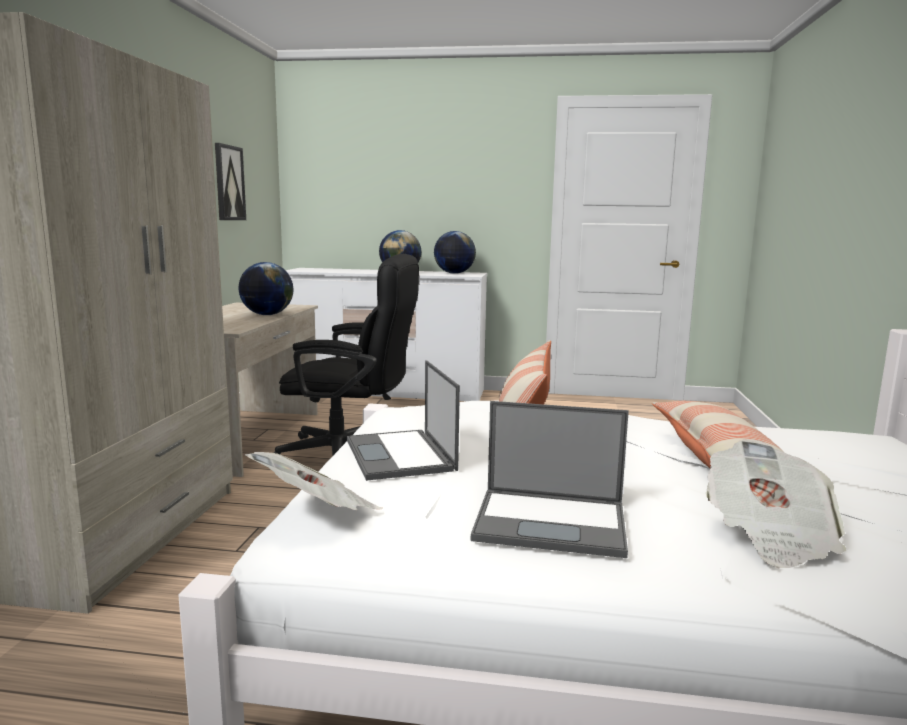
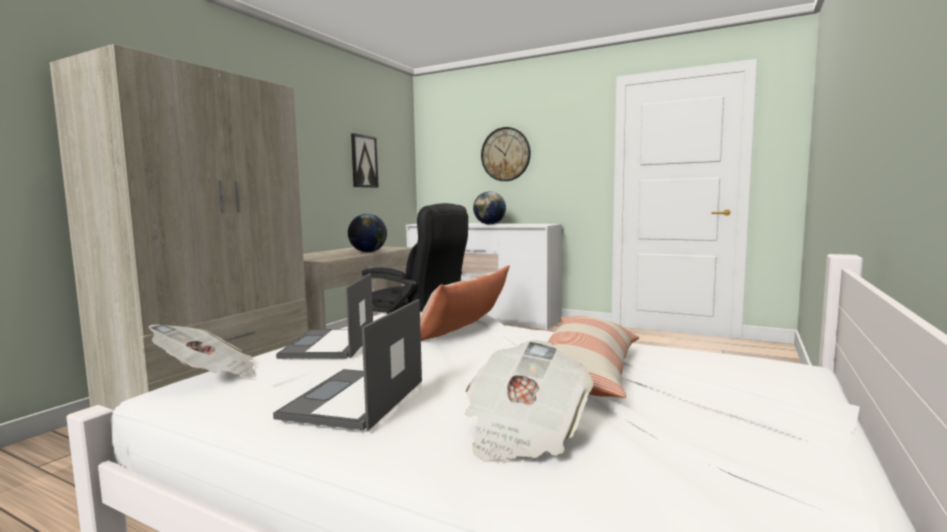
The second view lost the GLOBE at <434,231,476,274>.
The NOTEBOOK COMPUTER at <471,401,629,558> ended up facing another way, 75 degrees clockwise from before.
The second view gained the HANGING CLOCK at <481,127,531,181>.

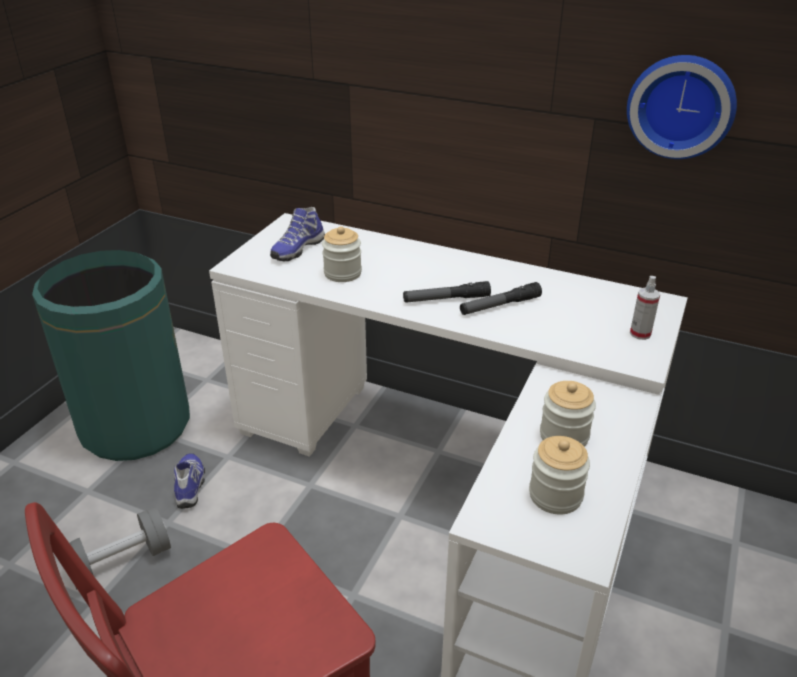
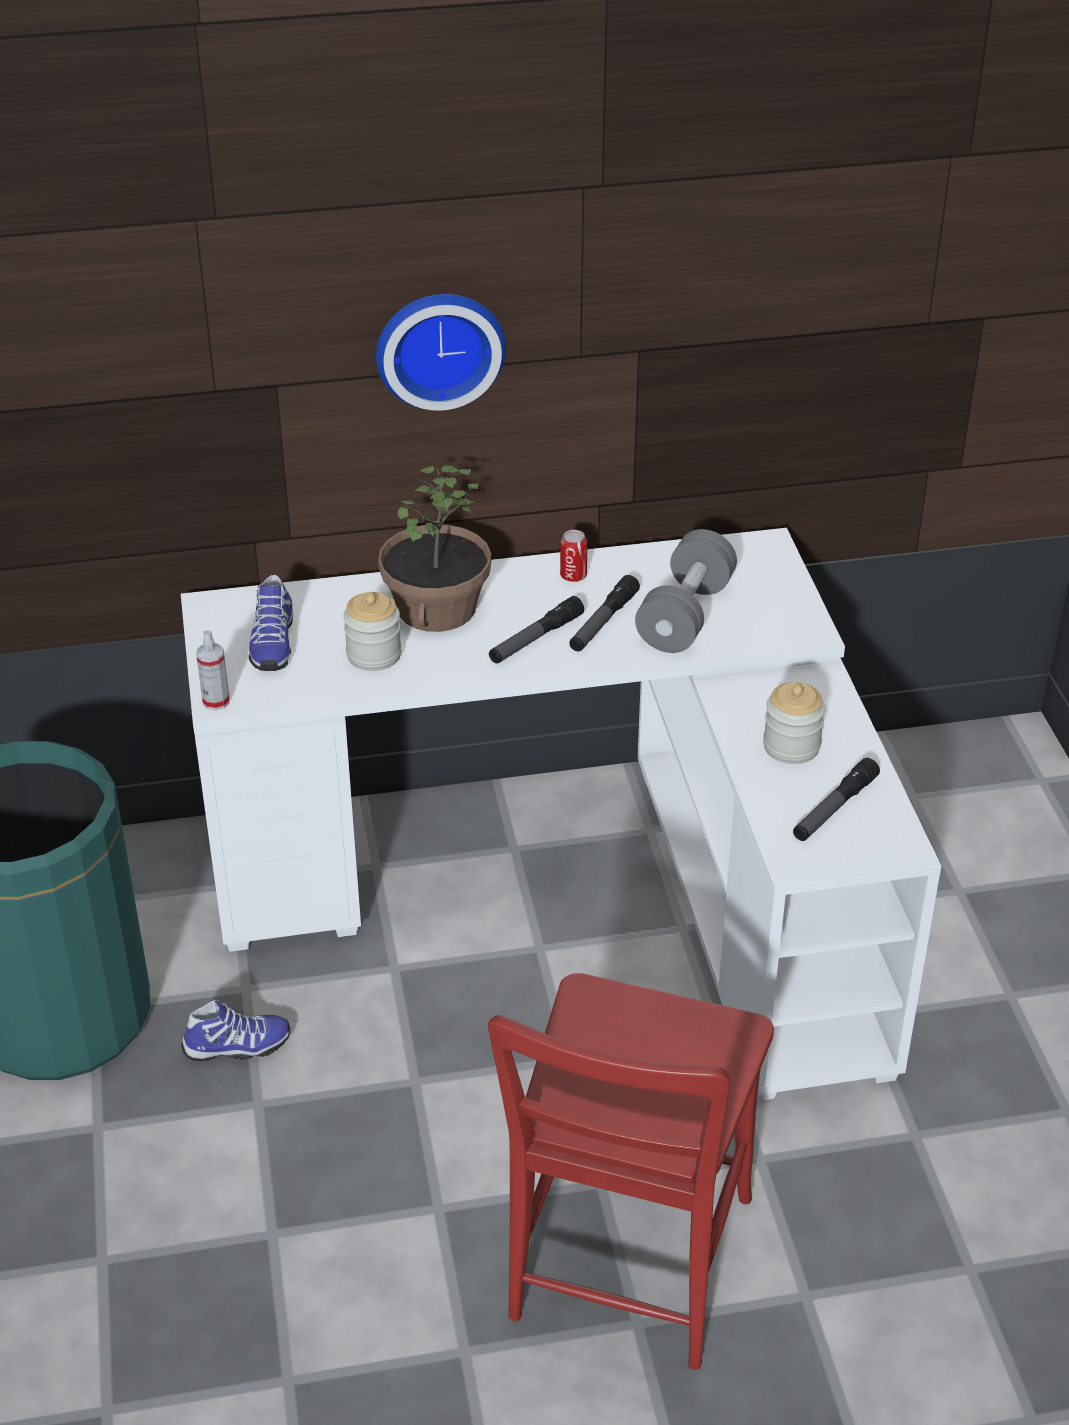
The GRAY HAND WEIGHT ended up elsewhere, having gone from <69,507,171,590> to <635,529,737,653>.
The ITEM OF FOOTWEAR at <174,453,205,509> ended up facing another way, 120 degrees clockwise from before.
Where the STORAGE JAR stood at <529,436,590,515>, the FLASHLIGHT came to stand at <793,758,880,841>.
The HANGING CLOCK ended up elsewhere, having gone from <627,55,737,159> to <376,294,506,411>.
The HAND SPRAYER ended up elsewhere, having gone from <630,276,660,340> to <196,630,230,710>.
The second view gained the PLANT IN A POT at <378,465,491,632>.
The second view gained the SEALED CAN at <560,530,587,582>.

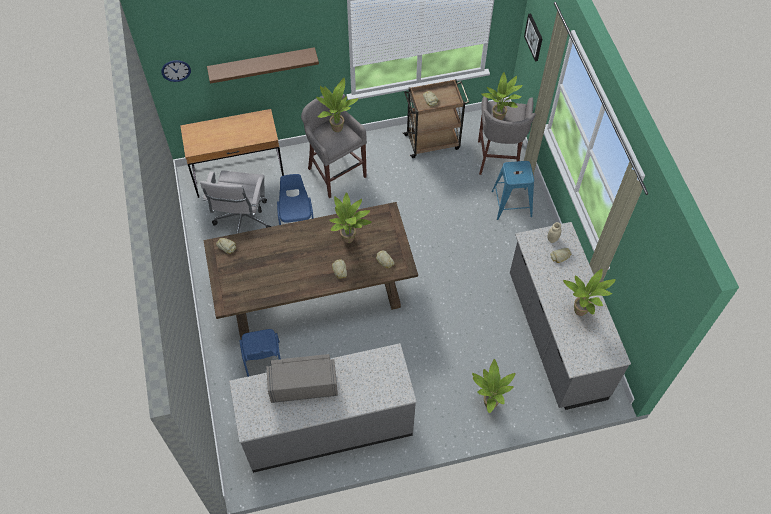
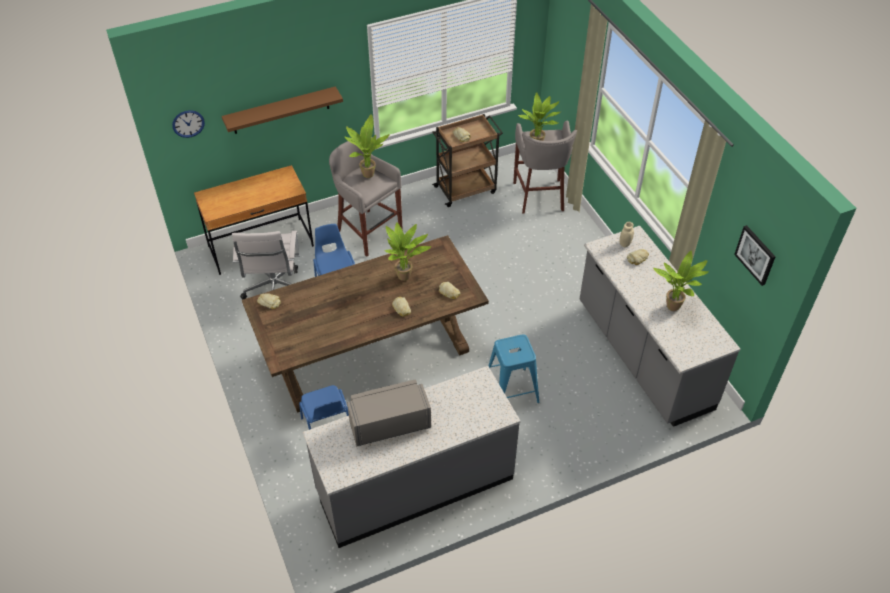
The second view lost the PLANT IN A POT at <472,359,516,413>.
The BLUE STOOL ended up elsewhere, having gone from <491,161,534,220> to <488,335,539,403>.
The PICTURE ended up elsewhere, having gone from <524,13,542,61> to <734,225,776,286>.

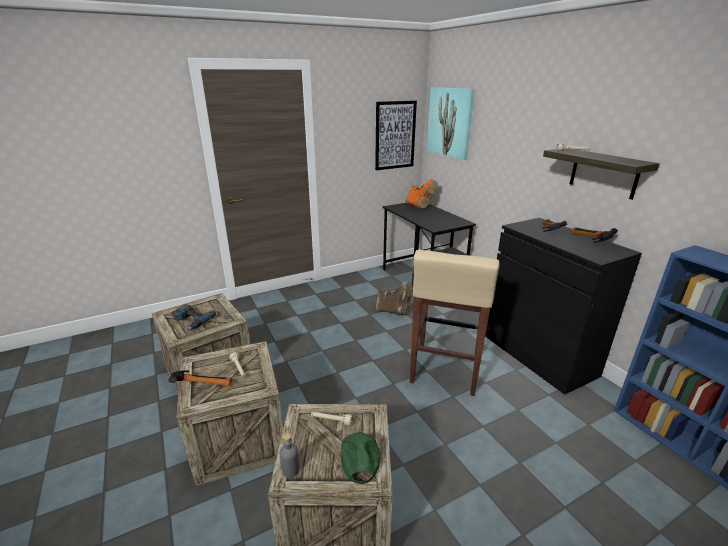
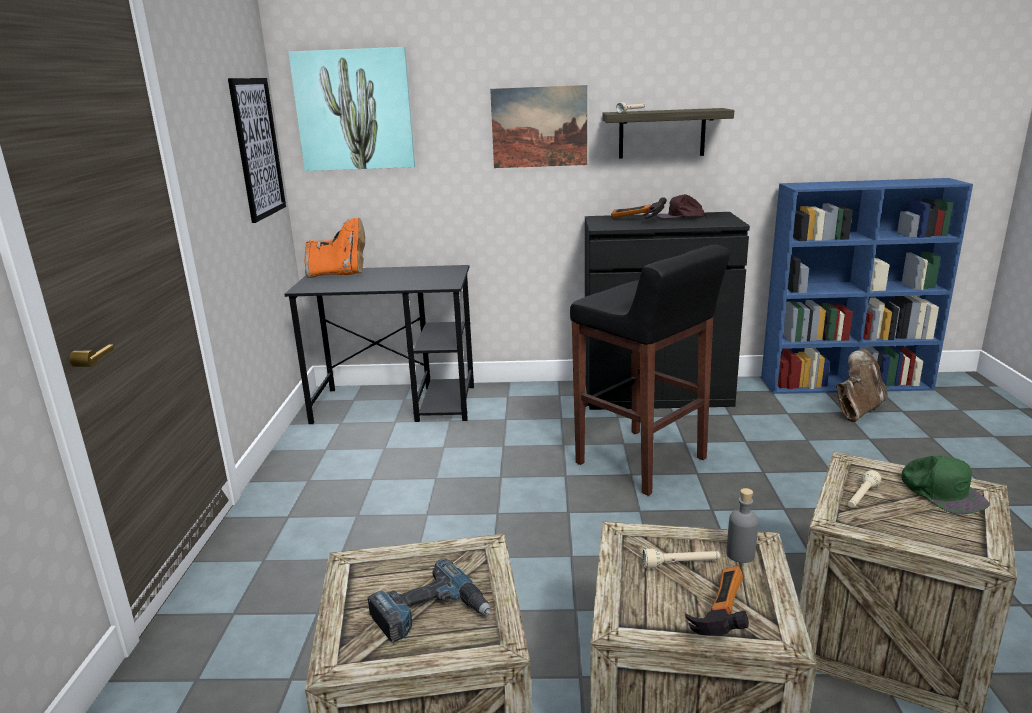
The GRAY DRINK BOTTLE ended up elsewhere, having gone from <280,433,300,478> to <726,488,759,563>.
The GREENISH PEAKED CAP at <341,432,381,484> ended up facing another way, 135 degrees counterclockwise from before.
The BROWNISH BOOT ended up elsewhere, having gone from <375,281,413,315> to <836,349,888,422>.
What was the BEIGE STOOL at <410,250,500,396> turned into the BLACK STOOL at <570,245,730,496>.
Where the TOOL HAMMER stood at <571,227,618,243>, the BROWNISH PEAKED CAP came to stand at <657,194,707,219>.
The second view gained the PICTURE at <490,85,587,168>.

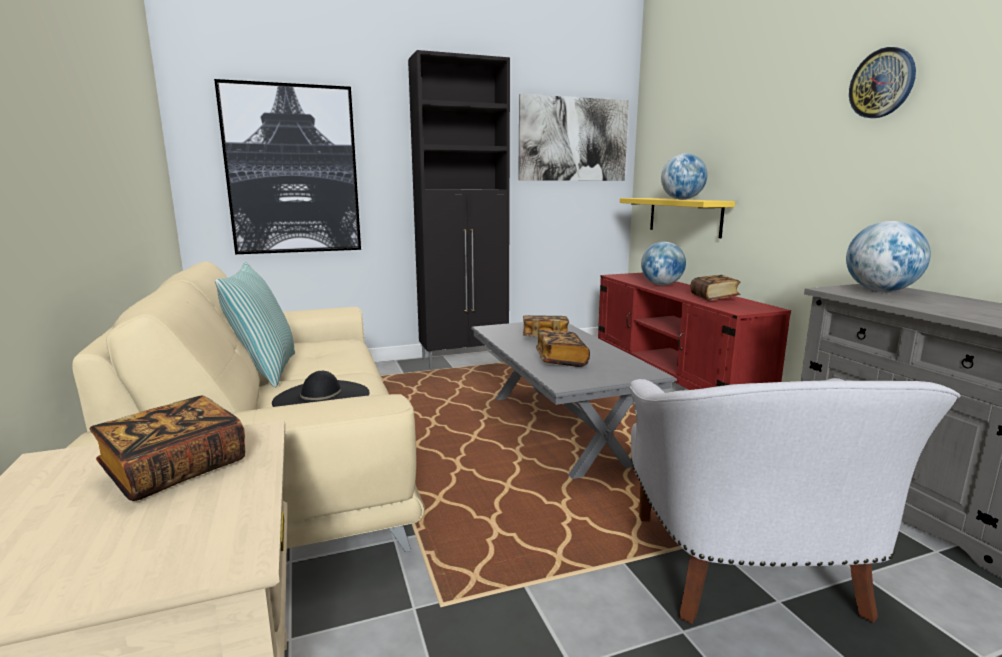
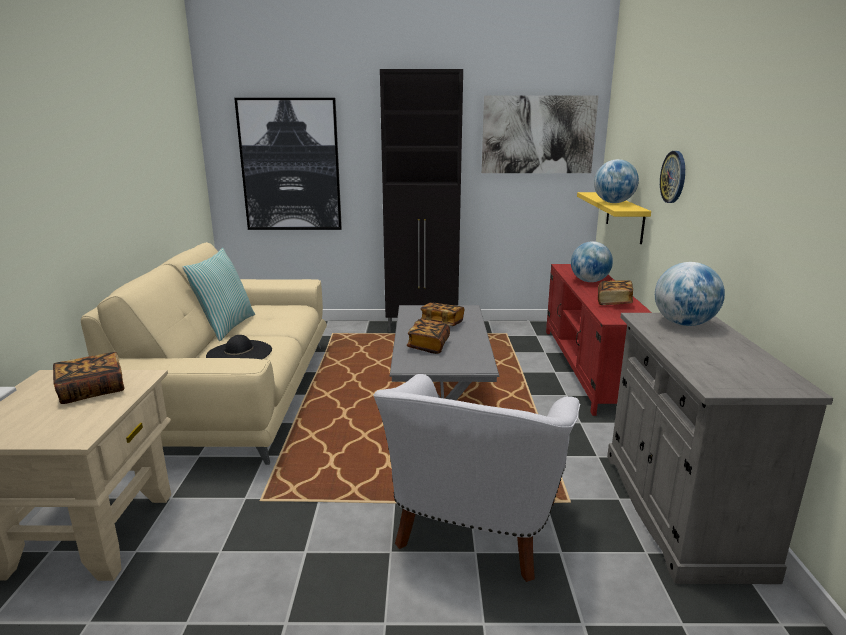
The HANGING CLOCK ended up elsewhere, having gone from <849,47,916,118> to <660,151,685,203>.

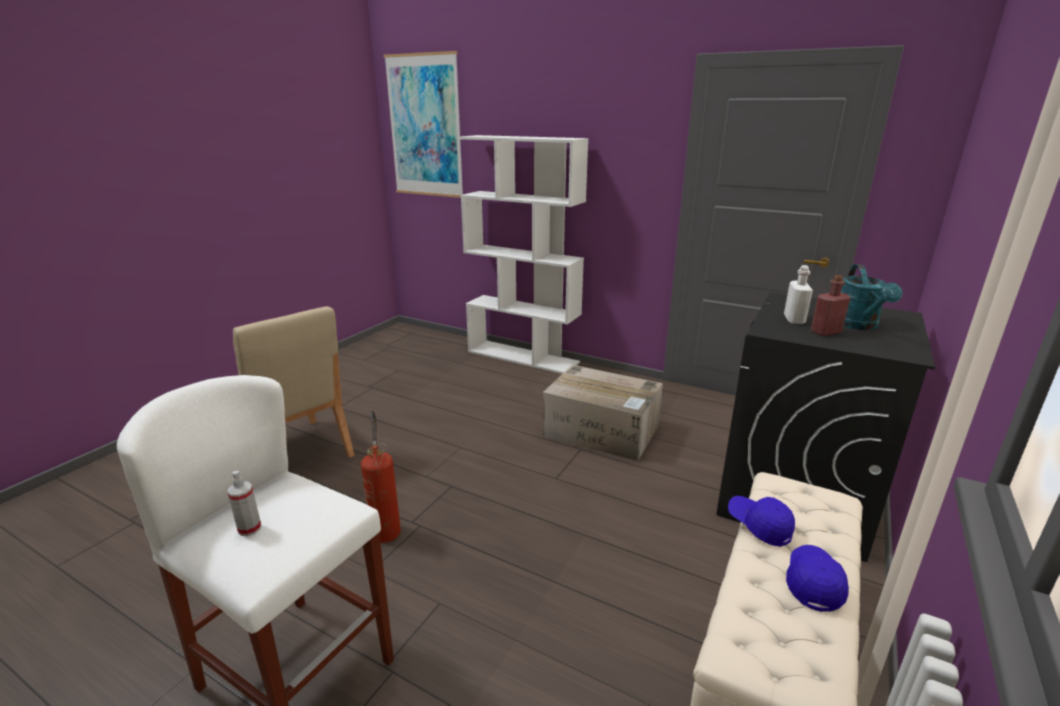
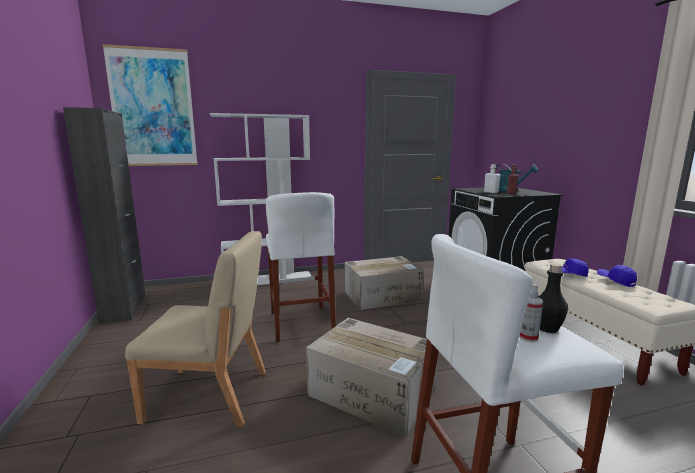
Where the FIRE-FIGHTING CYLINDER stood at <361,410,401,543>, the CARDBOARD BOX came to stand at <306,318,438,437>.
The second view gained the BLACK CABINET at <63,107,146,323>.
The second view gained the WHITE-COLOURED STOOL at <265,192,336,342>.
The second view gained the BLACK DRINK BOTTLE at <538,263,568,333>.

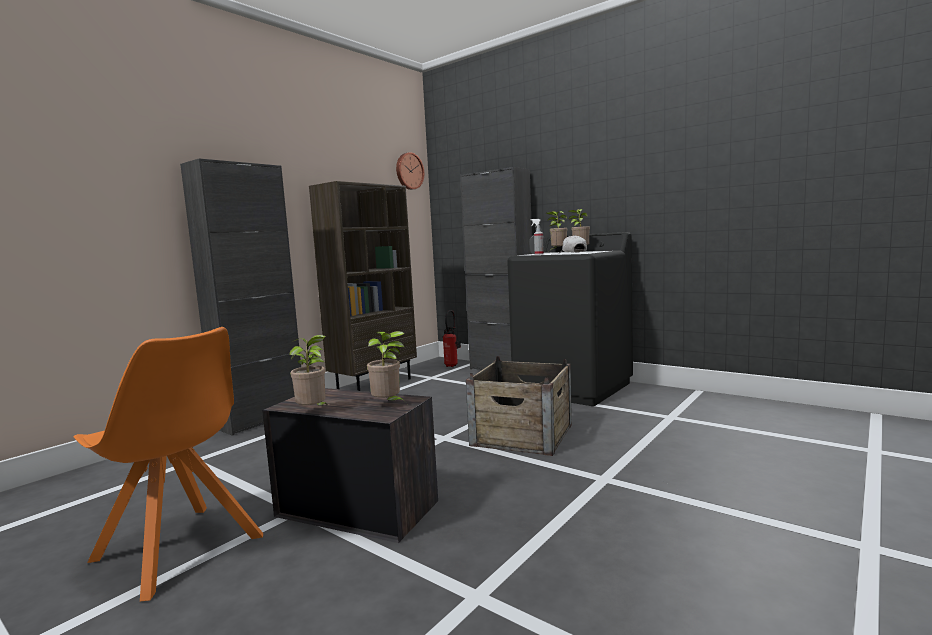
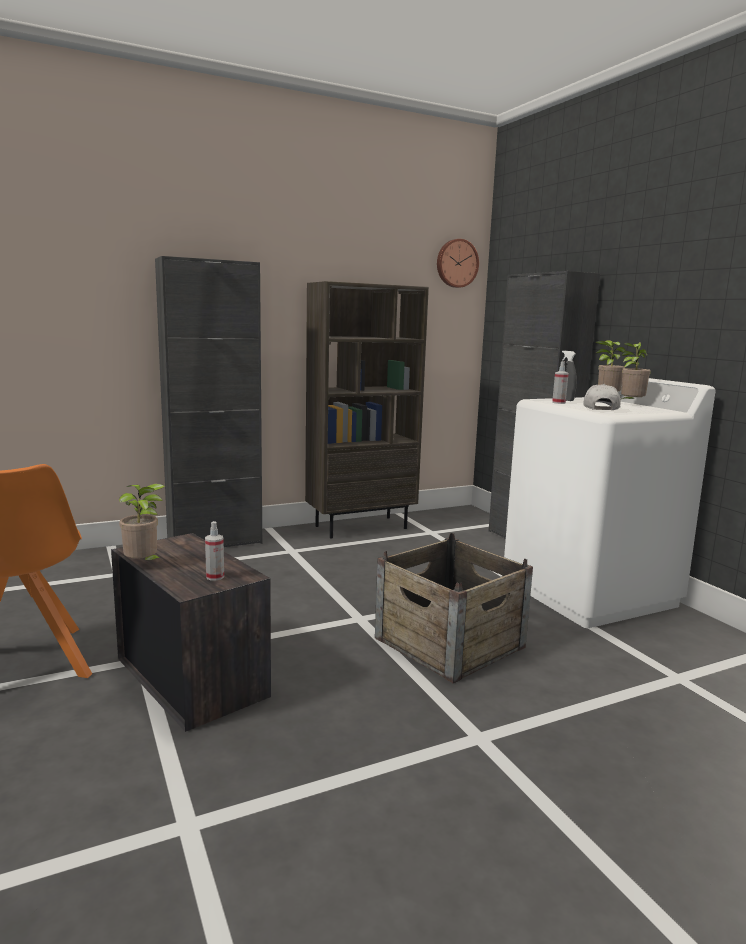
Where the PLANT IN A POT stood at <367,331,406,402>, the HAND SPRAYER came to stand at <205,521,224,581>.
The second view lost the FIRE-FIGHTING CYLINDER at <443,310,461,367>.
What was the BLACK WASHING MACHINE at <507,232,633,406> turned into the WHITE-COLOURED WASHING MACHINE at <504,378,715,628>.

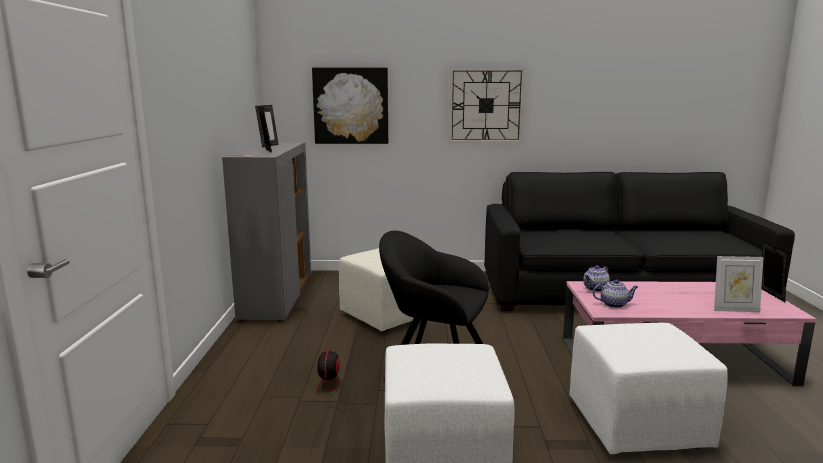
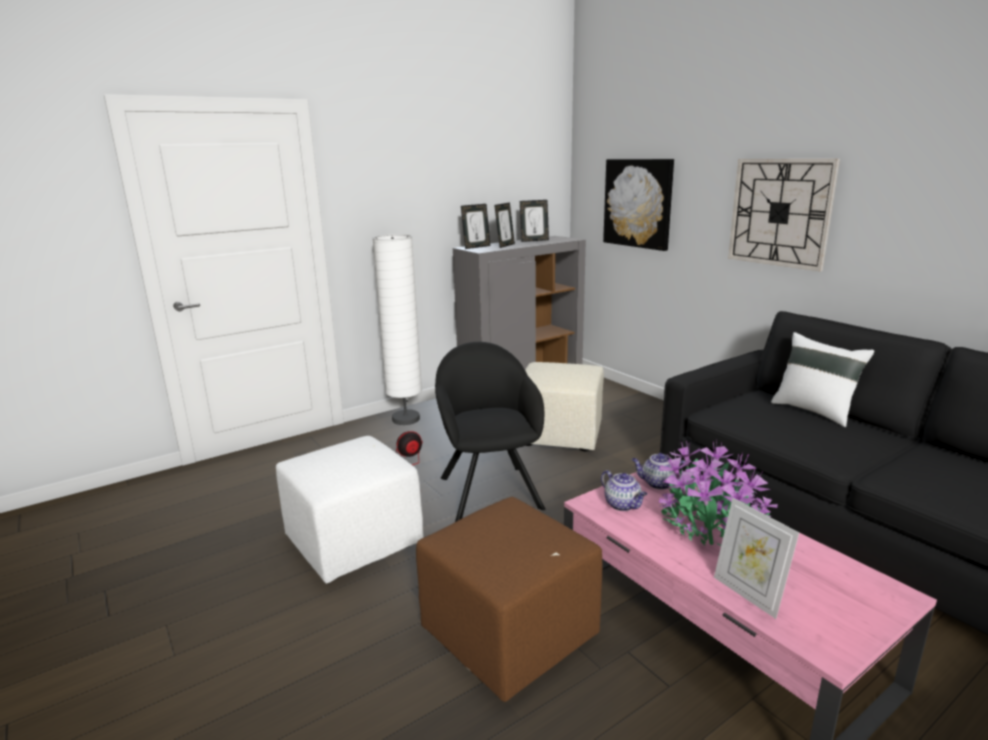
What was the WHITE-COLOURED FOOTREST at <569,323,728,454> turned into the BROWNISH FOOTREST at <416,497,603,702>.
The PHOTO FRAME ended up elsewhere, having gone from <762,242,787,302> to <461,204,490,249>.
The second view gained the WHITE-COLOURED STANDING LAMP at <372,234,422,425>.
The second view gained the PLANT IN A POT at <659,442,778,546>.
The second view gained the WHITE-COLOURED THROW PILLOW at <771,332,874,427>.

